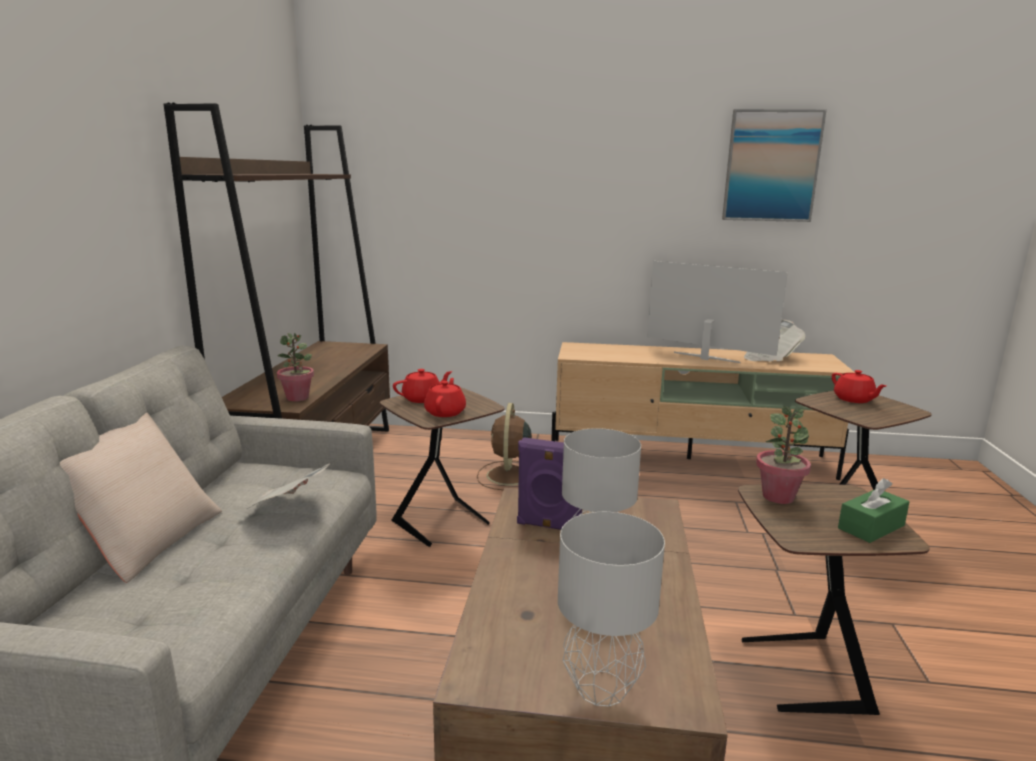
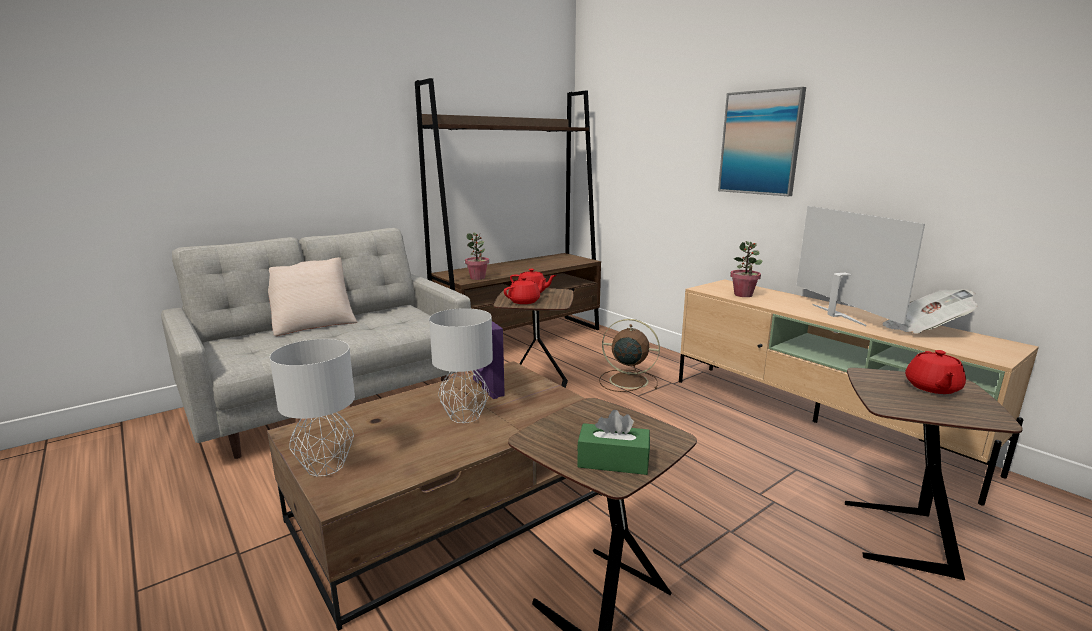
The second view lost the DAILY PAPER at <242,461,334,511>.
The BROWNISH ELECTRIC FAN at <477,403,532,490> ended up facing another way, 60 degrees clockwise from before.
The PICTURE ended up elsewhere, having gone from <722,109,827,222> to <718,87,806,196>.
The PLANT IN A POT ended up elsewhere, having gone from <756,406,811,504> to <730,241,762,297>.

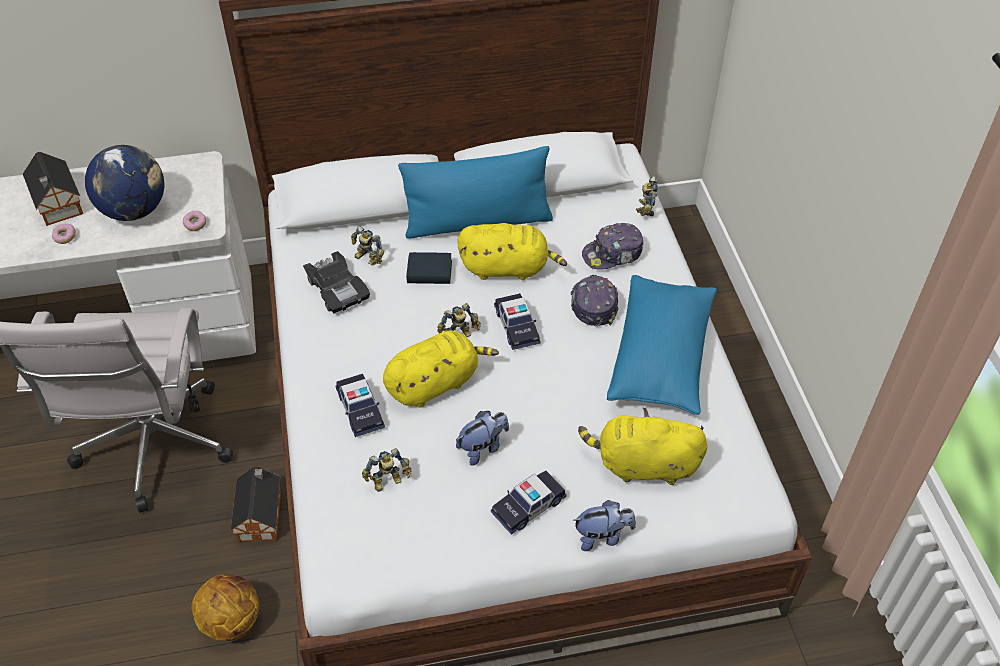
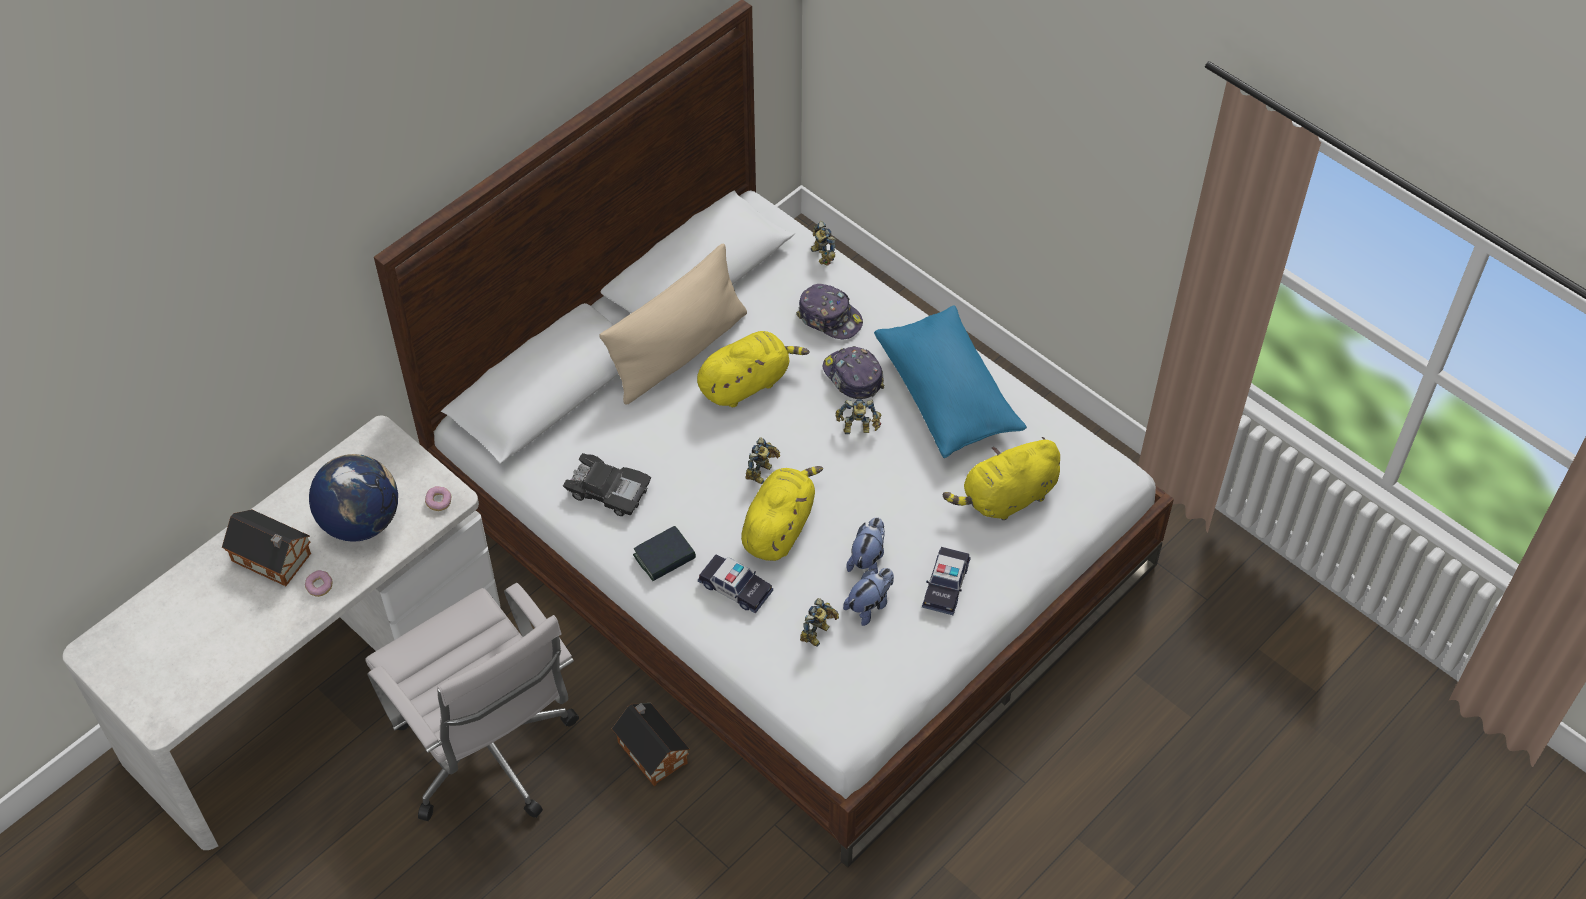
The second view lost the BALL FOR BASKETBALL at <191,574,260,641>.
The TOY ROBOT ended up elsewhere, having gone from <351,226,384,265> to <835,399,881,434>.
What was the BLUE THROW PILLOW at <398,146,553,238> turned into the BEIGE THROW PILLOW at <600,243,747,405>.
The BOUND BOOK ended up elsewhere, having gone from <406,252,452,284> to <633,526,696,581>.
The second view lost the TOY CAR at <494,293,541,350>.
The PLUSH TOY ended up elsewhere, having gone from <573,500,636,551> to <843,568,894,626>.
The PEAKED CAP at <582,223,643,270> ended up facing another way, 90 degrees counterclockwise from before.

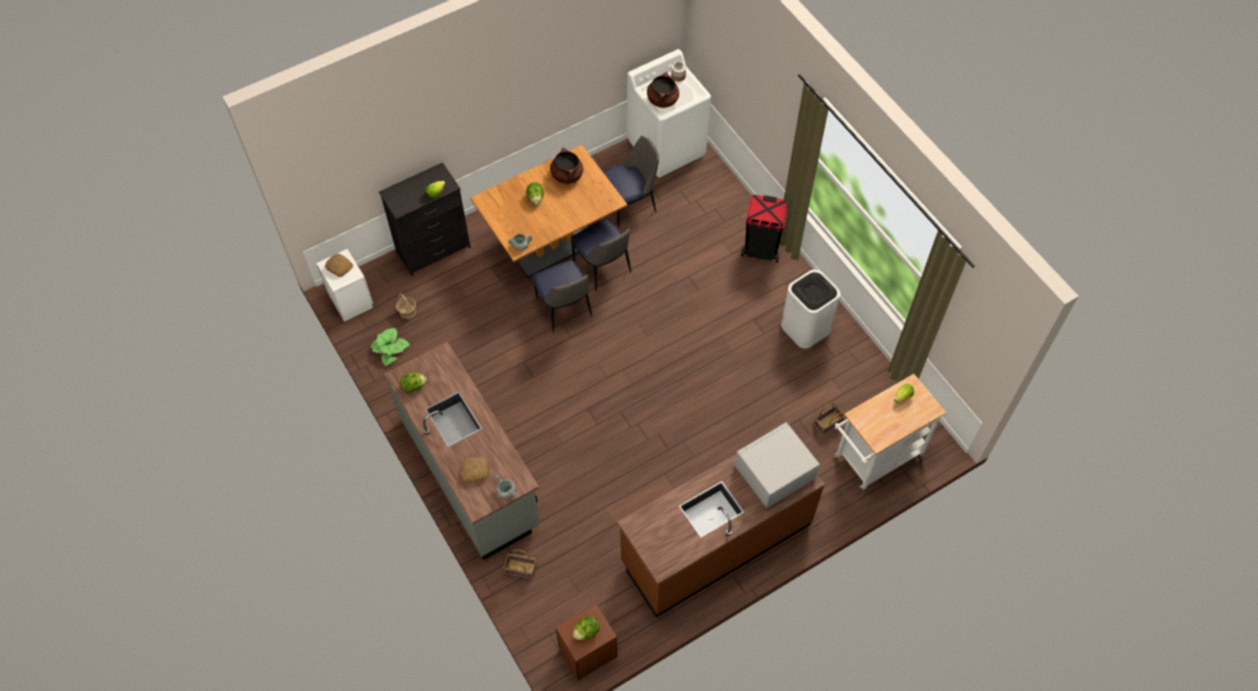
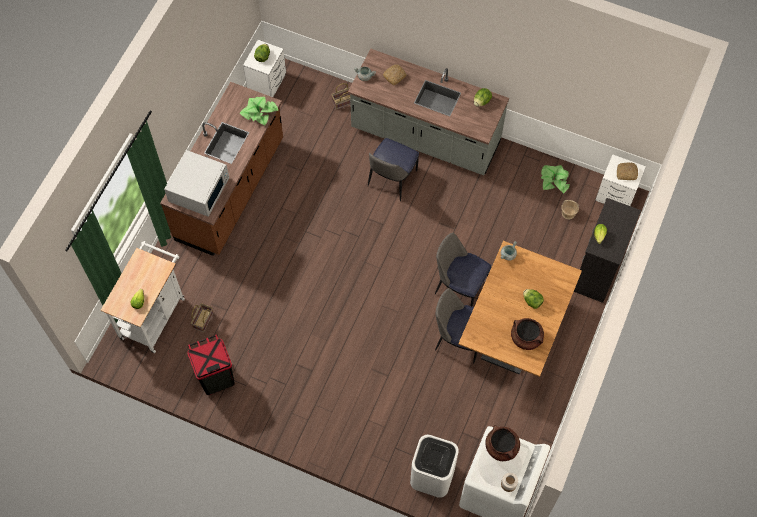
What was the BROWNISH BEDSIDE TABLE at <556,604,618,680> turned into the WHITE-COLOURED BEDSIDE TABLE at <243,40,286,97>.
The PLAIN CHAIR ended up elsewhere, having gone from <603,136,659,228> to <368,138,419,201>.
The BLACK TRASH CAN ended up elsewhere, having gone from <741,195,788,263> to <187,334,235,395>.
The WHITE-COLOURED TRASH CAN ended up elsewhere, having gone from <781,270,841,349> to <410,435,459,498>.
The second view gained the PLANT IN A POT at <240,97,278,126>.

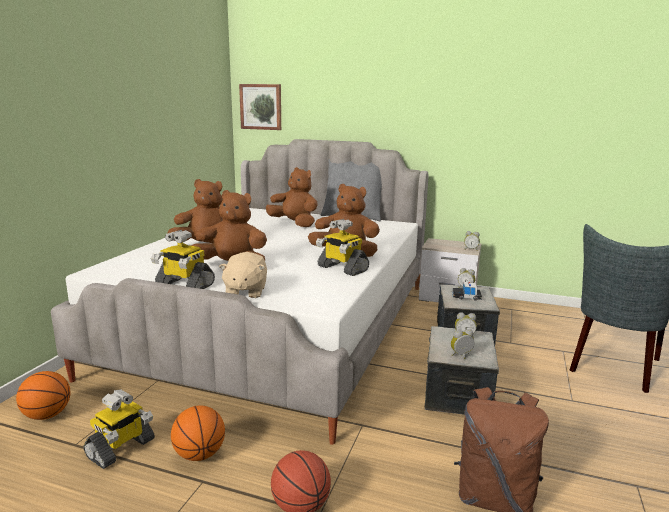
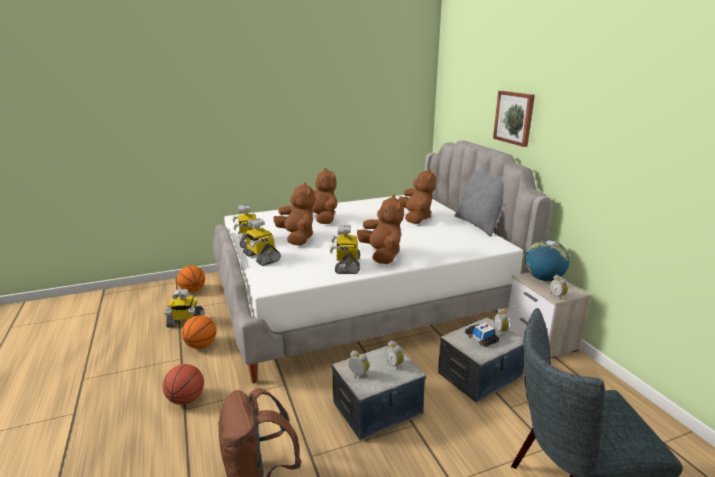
Where the BEIGE PLUSH TOY stood at <219,252,267,298>, the TOY ROBOT came to stand at <238,218,281,266>.
The PICTURE ended up elsewhere, having gone from <239,84,281,130> to <493,91,535,147>.
The second view gained the GLOBE at <525,240,570,281>.

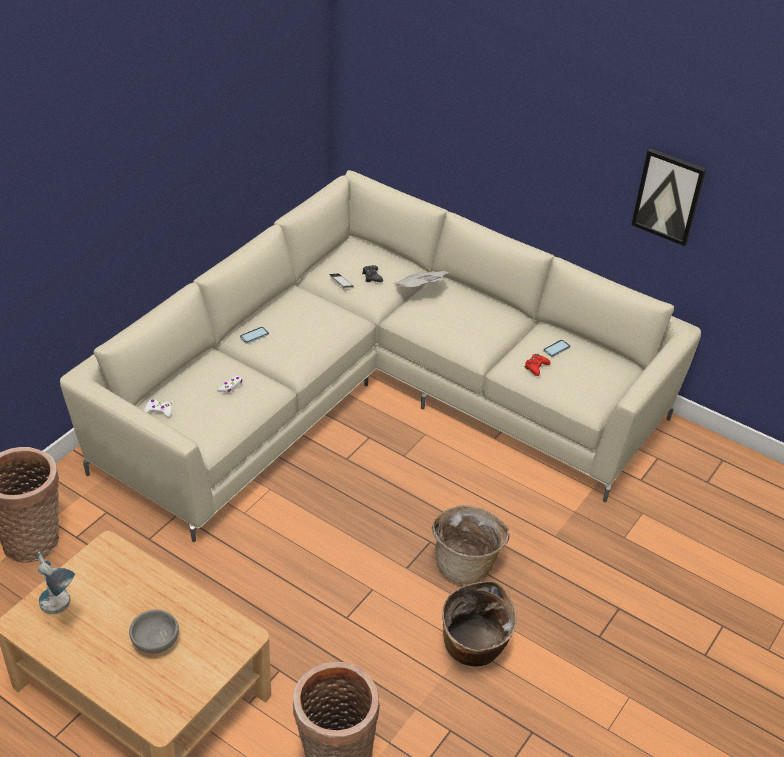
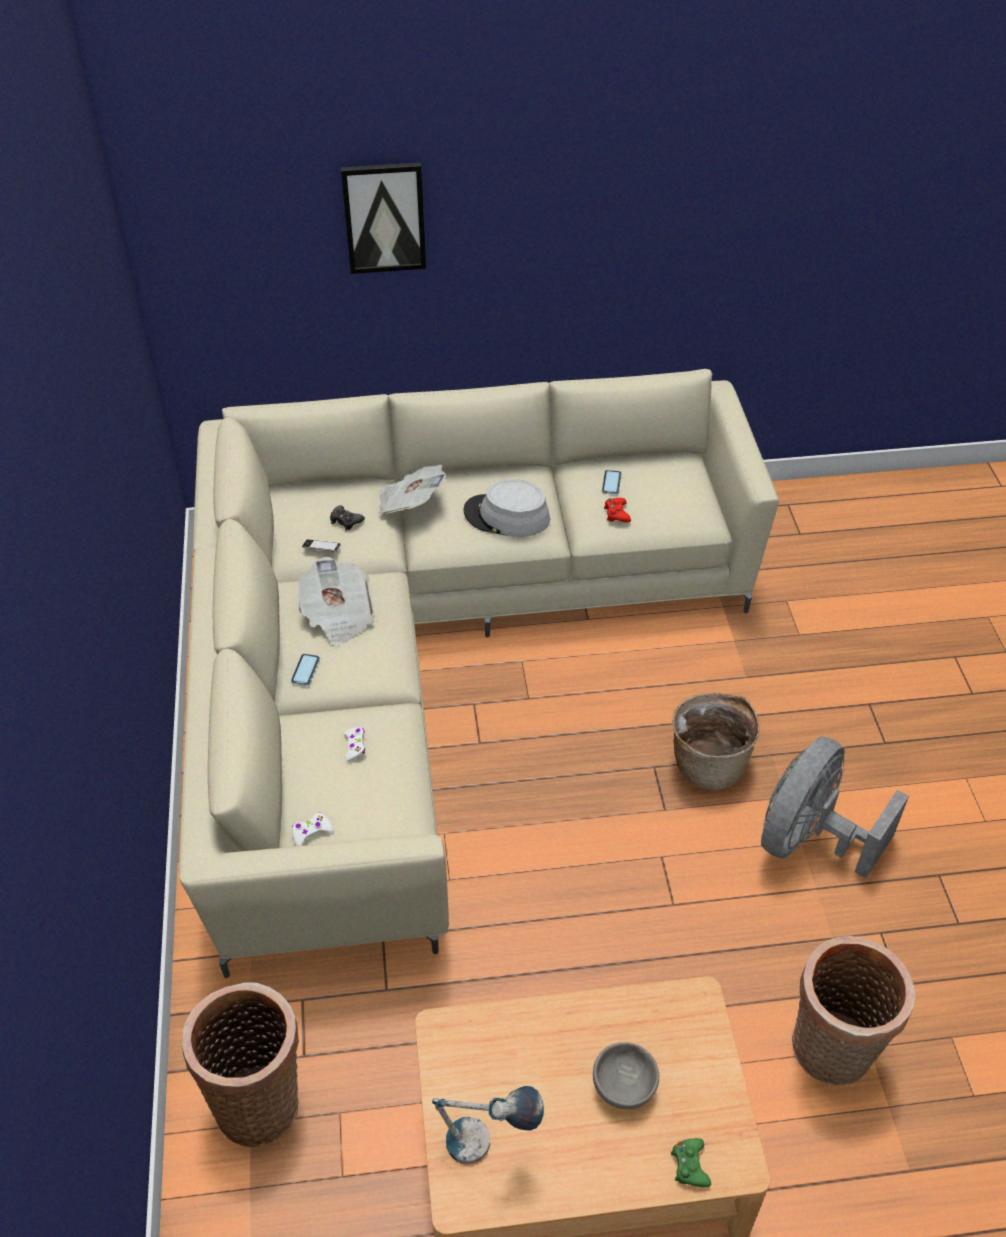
Where the HOUSEHOLD BASKET stood at <442,581,517,667>, the GRAY ELECTRIC FAN came to stand at <761,736,909,878>.
The PICTURE ended up elsewhere, having gone from <631,149,706,246> to <341,163,426,274>.
The second view gained the DAILY PAPER at <298,557,374,646>.
The second view gained the GRAY CLOTHING HAT at <463,479,550,537>.
The second view gained the GREENISH JOYPAD at <671,1138,711,1187>.

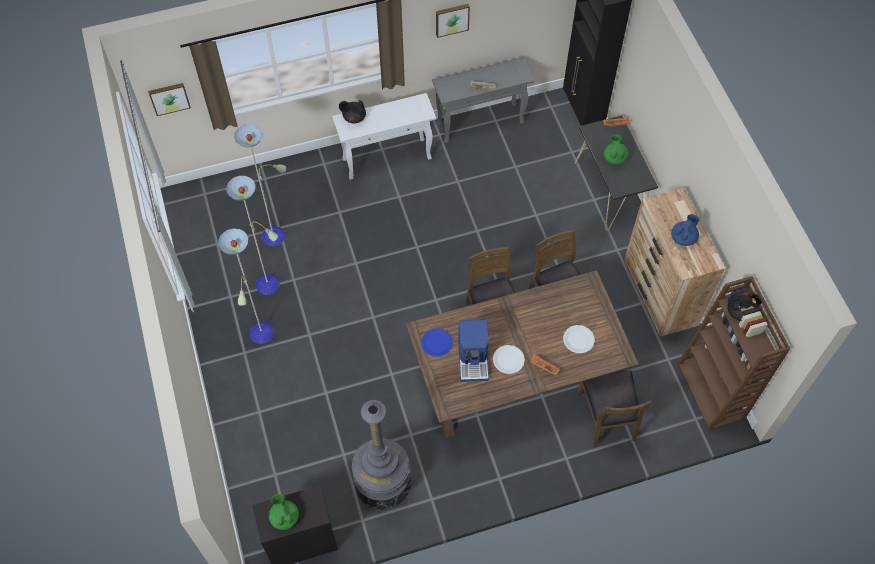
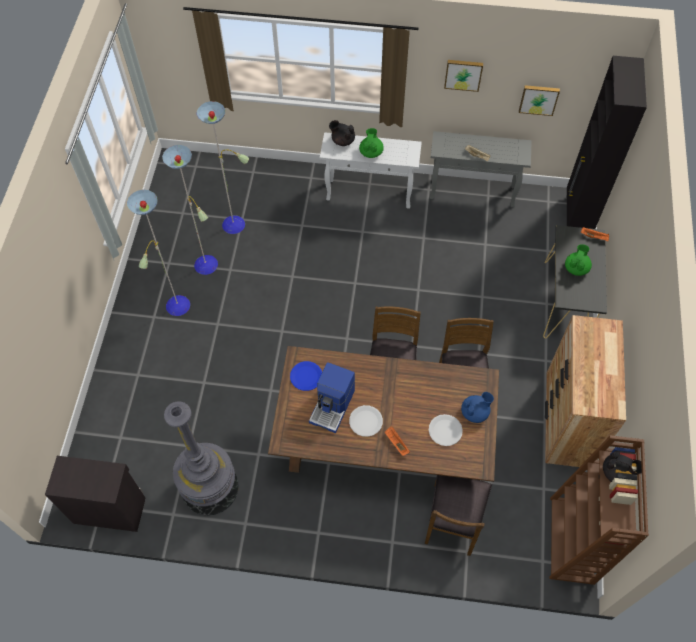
The PICTURE ended up elsewhere, having gone from <148,83,191,116> to <519,85,560,116>.
The GREENISH POT FOR TEA ended up elsewhere, having gone from <269,494,299,530> to <359,128,384,158>.
The BLUE POT FOR TEA ended up elsewhere, having gone from <671,214,699,246> to <461,392,494,423>.

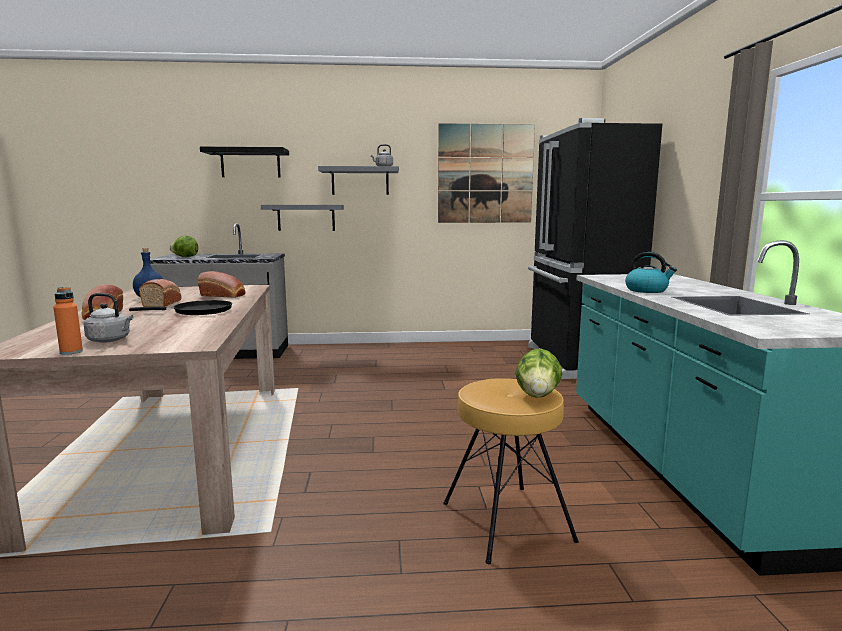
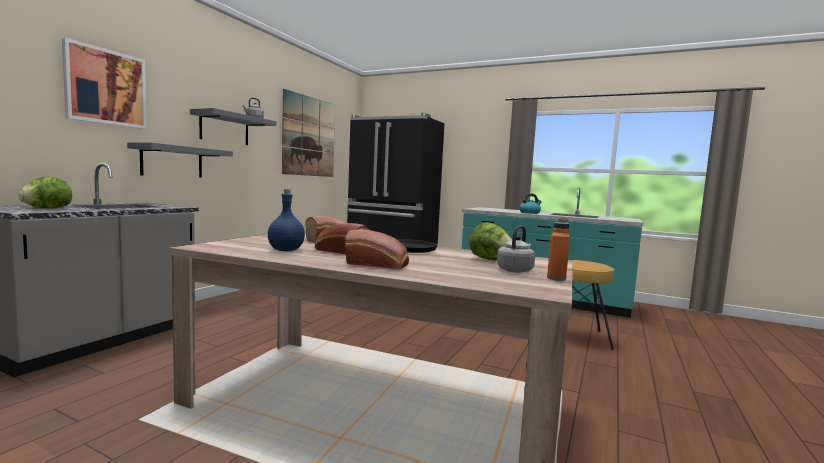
Where the BLACK SHELF hung at <200,146,289,177>, the PICTURE came to hang at <62,37,147,129>.
The LETTUCE ended up elsewhere, having gone from <516,348,562,398> to <469,222,512,261>.

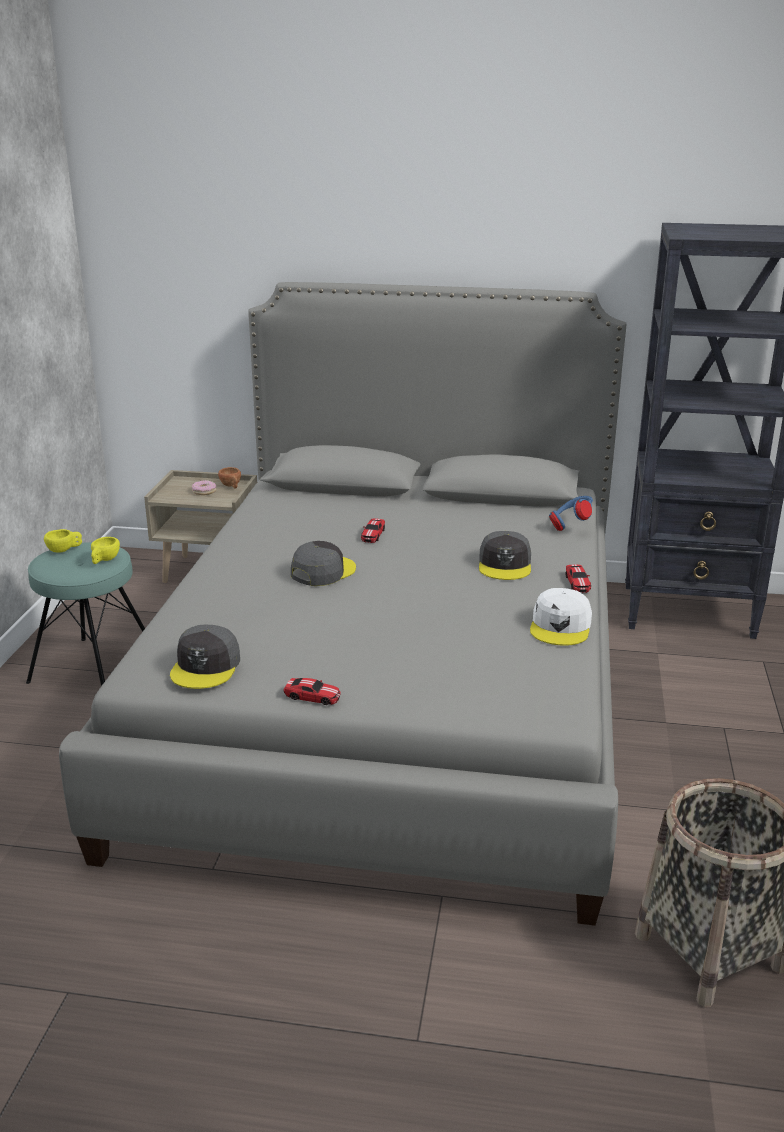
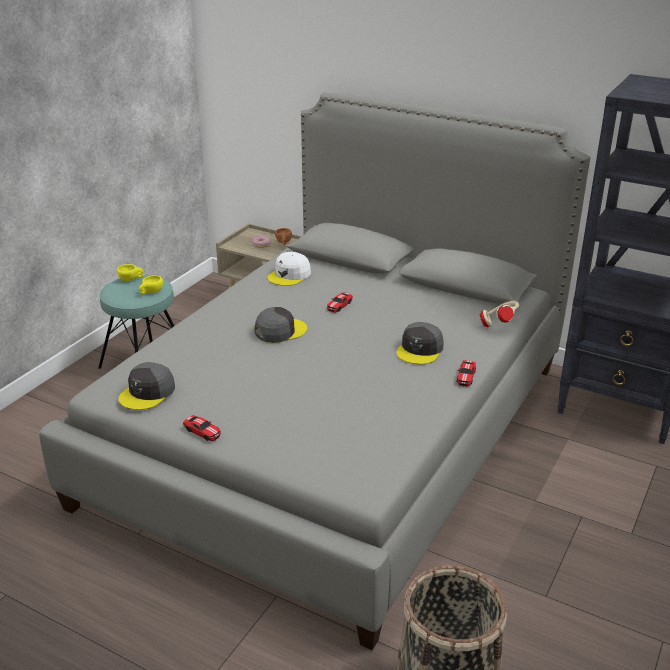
The WHITE-COLOURED PEAKED CAP ended up elsewhere, having gone from <530,588,592,646> to <268,252,311,286>.
What was the BLUE HEADPHONES at <549,496,593,531> turned into the BEIGE HEADPHONES at <480,301,519,327>.

